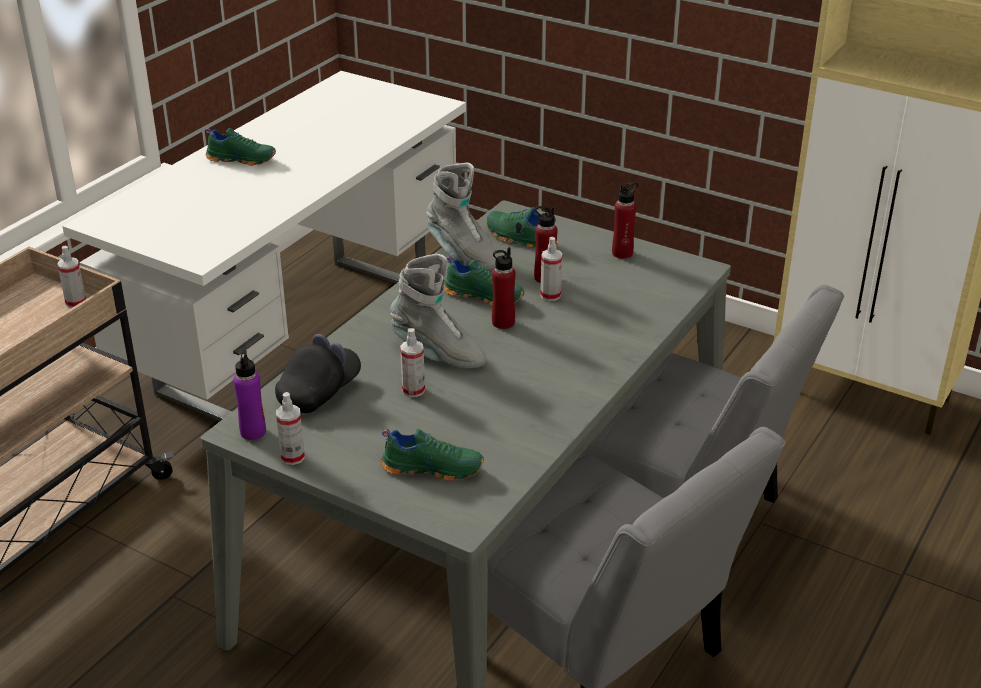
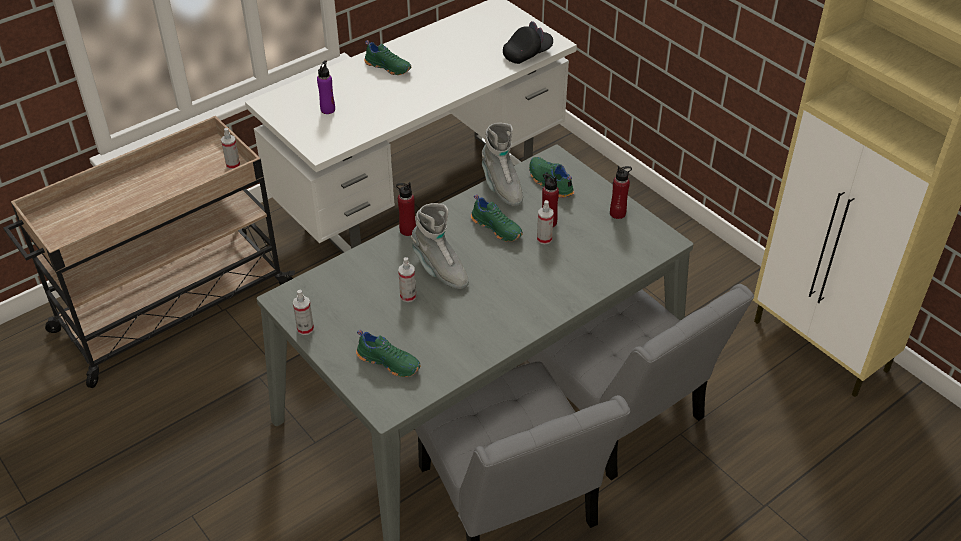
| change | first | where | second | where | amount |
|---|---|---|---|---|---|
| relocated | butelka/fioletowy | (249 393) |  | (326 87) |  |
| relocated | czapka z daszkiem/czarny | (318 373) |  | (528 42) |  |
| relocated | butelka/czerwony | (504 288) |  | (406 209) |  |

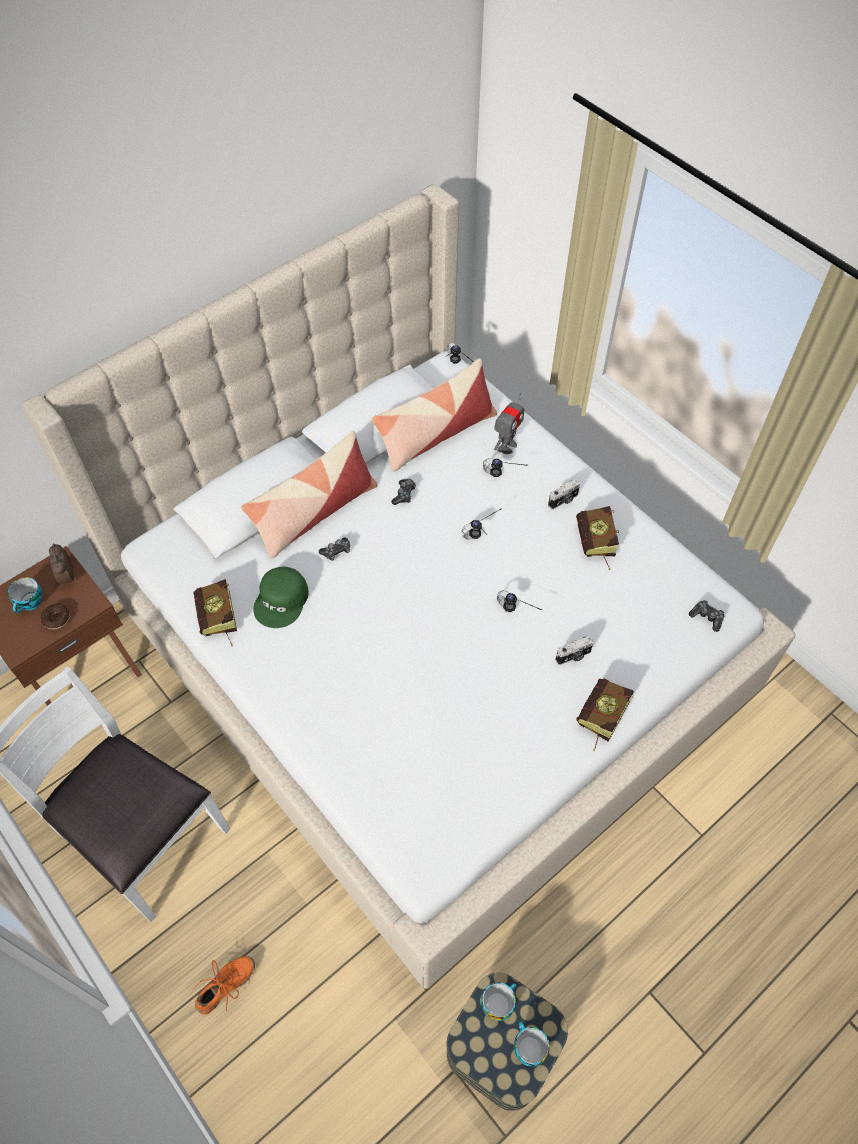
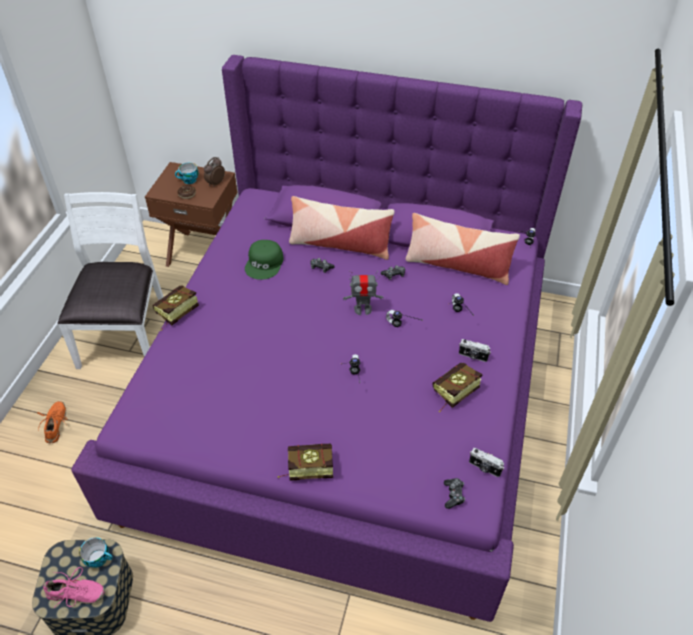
| change | first | where | second | where | amount |
|---|---|---|---|---|---|
| colour | łóżko/beżowy | (409 586) | łóżko/fioletowy | (326 338) |  |
| spun | but/pomarańczowy | (223 985) |  | (52 422) | 105 degrees counterclockwise |
| relocated | książka | (215 612) |  | (176 308) |  |
| spun | czapka z daszkiem/zielony | (281 597) |  | (264 260) | 60 degrees counterclockwise |
| relocated | robot zabawkowy | (509 423) |  | (363 292) |  |
| exchanged | filiżanka | (532 1044) | but/różowy | (74 587) |  |
| relocated | aparat fotograficzny | (574 650) |  | (486 462) |  |

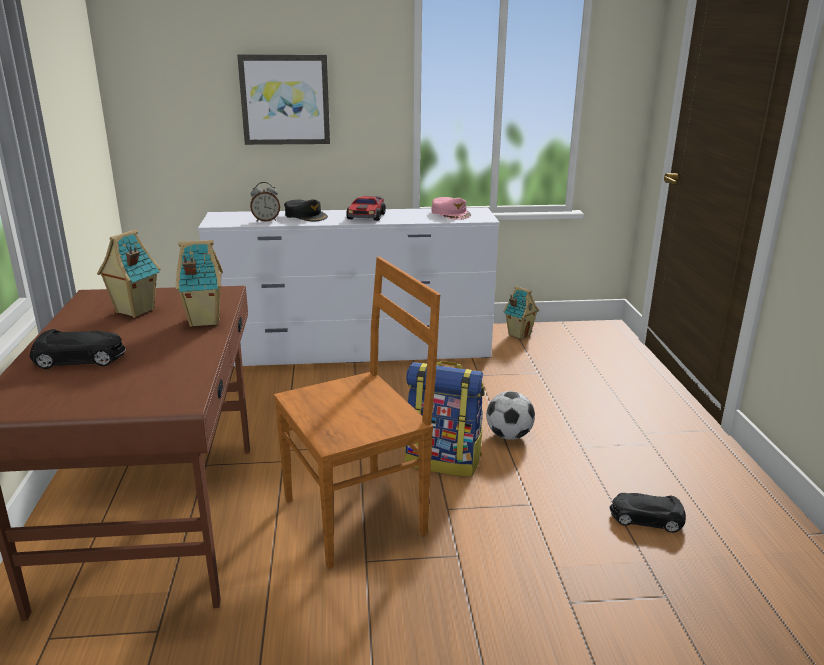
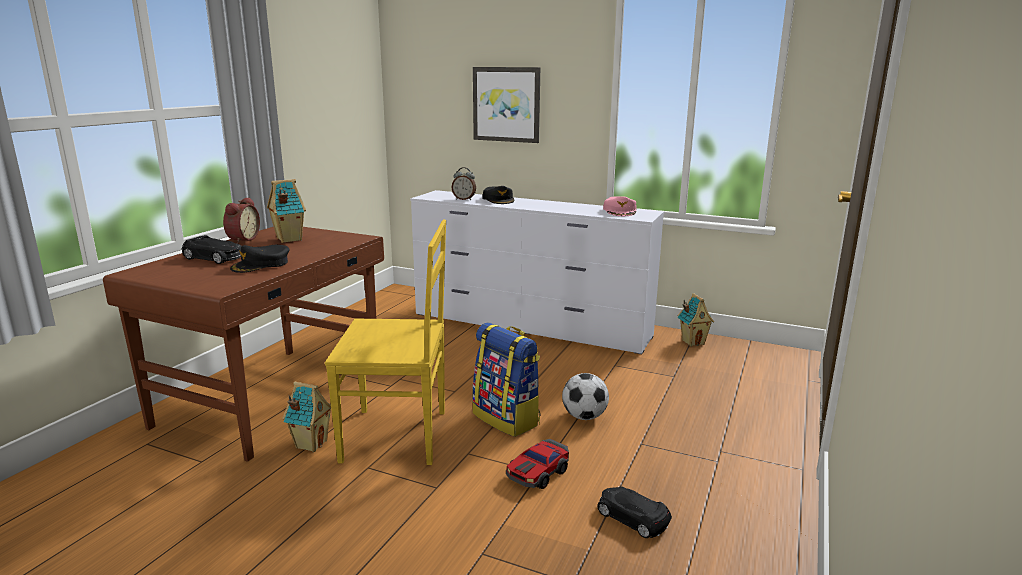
| change | first | where | second | where | amount |
|---|---|---|---|---|---|
| relocated | domek | (199 283) |  | (306 417) |  |
| colour | krzesło/brązowy | (356 413) | krzesło/żółty | (385 342) |  |
| relocated | samochodzik | (366 208) |  | (537 464) |  |
| appeared |  |  | budzik | (241 220) |  |
| appeared |  |  | czapka z daszkiem/czarny | (259 259) |  |

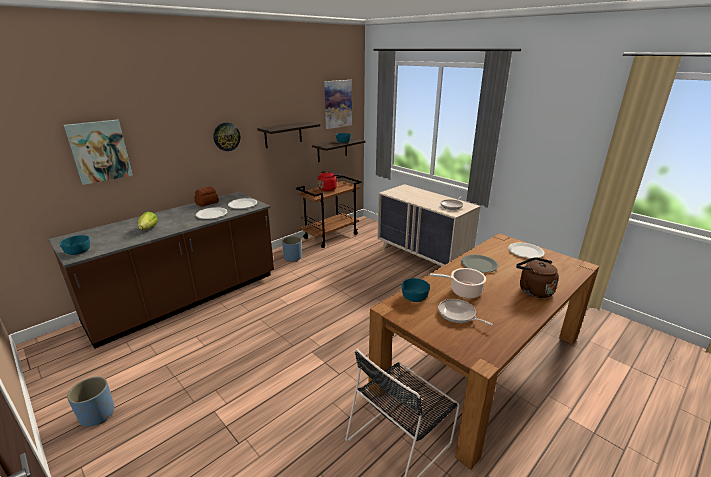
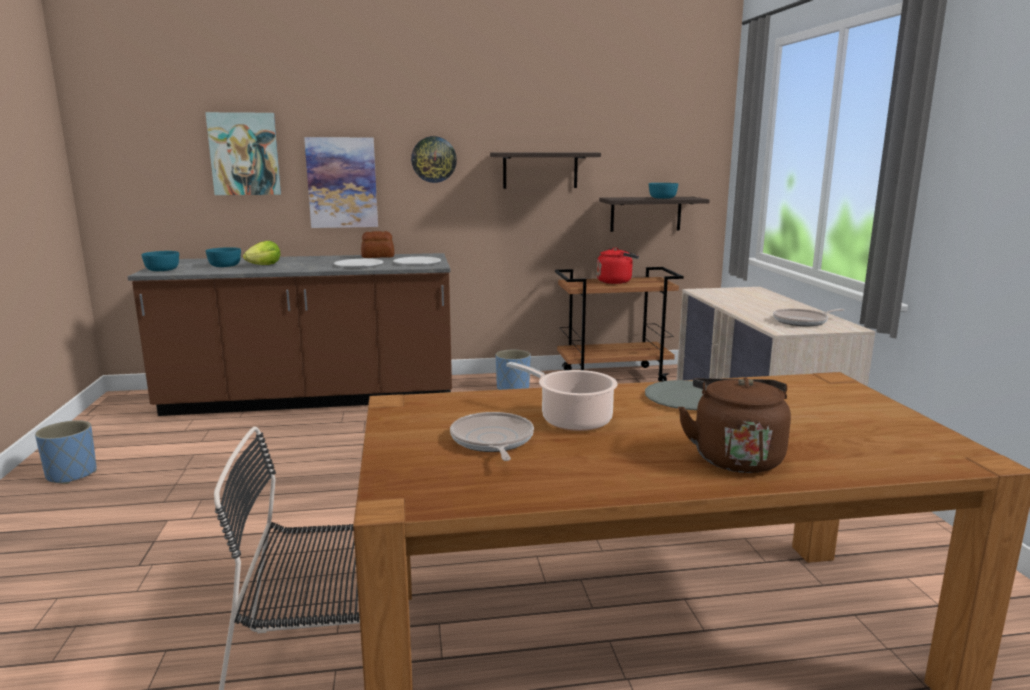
| change | first | where | second | where | amount |
|---|---|---|---|---|---|
| relocated | obraz | (338 104) |  | (341 182) |  |
| relocated | miska/turkusowy | (416 290) |  | (223 257) |  |
| missing | talerz/biały | (526 250) |  |  |  |

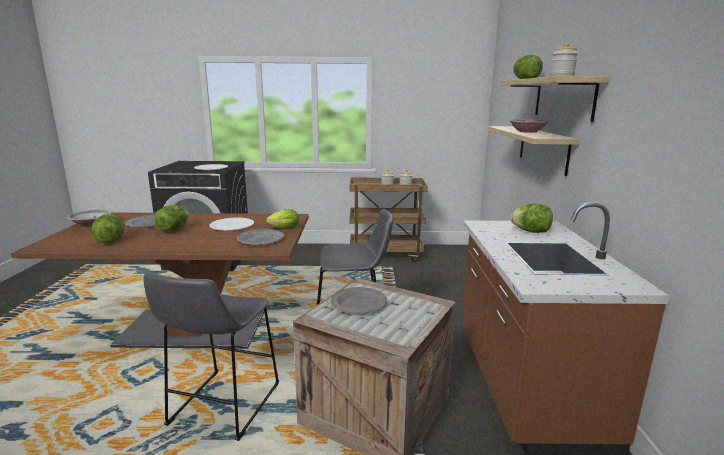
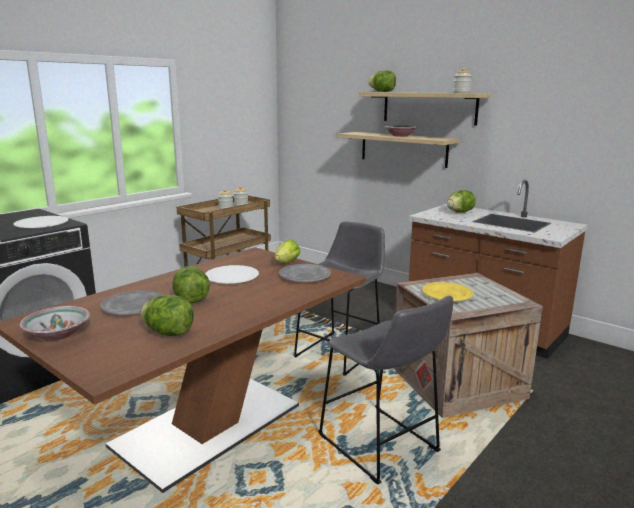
| change | first | where | second | where | amount |
|---|---|---|---|---|---|
| colour | talerz/szary | (359 300) | talerz/żółty | (447 291) |  |

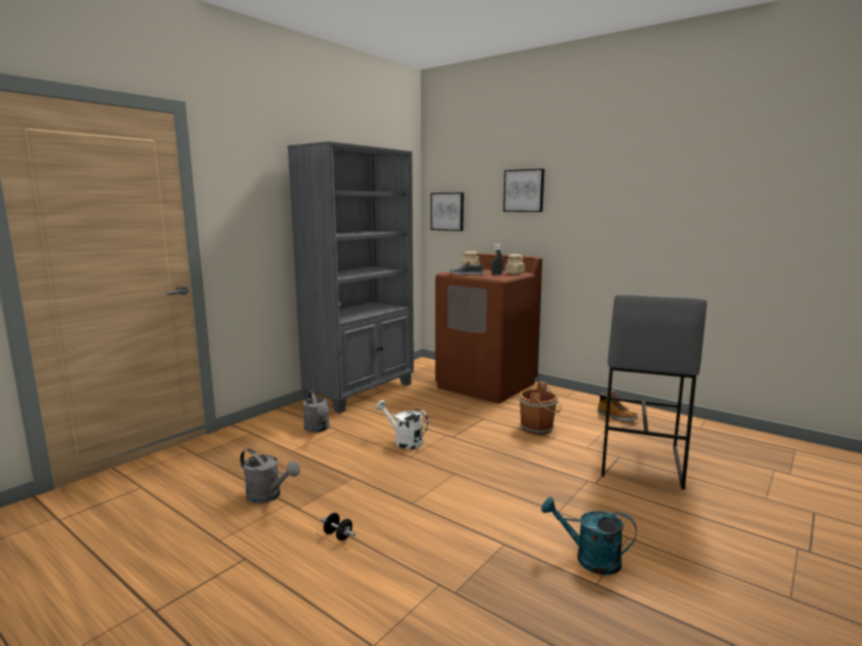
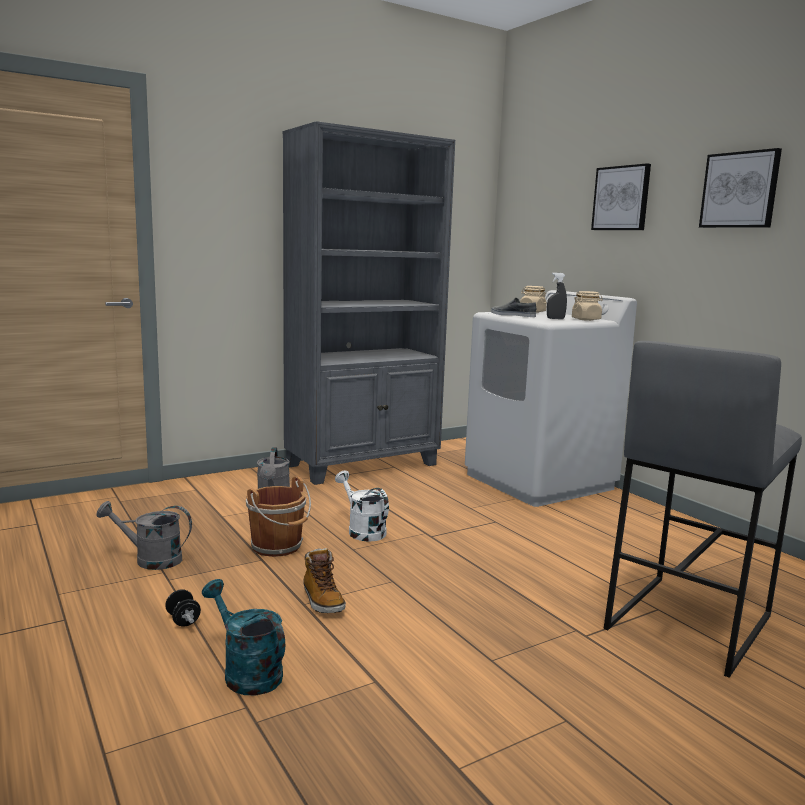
| change | first | where | second | where | amount |
|---|---|---|---|---|---|
| spun | konewka/szary | (270 476) |  | (144 535) | 135 degrees clockwise |
| relocated | obraz | (447 212) |  | (740 188) |  |
| colour | pralka/brązowy | (488 328) | pralka/biały | (551 398) |  |
| relocated | wiadro/brązowy | (540 408) |  | (278 516) |  |
| relocated | konewka/turkusowy | (589 536) |  | (243 637) |  |
| relocated | but z cholewką | (617 406) |  | (324 580) |  |

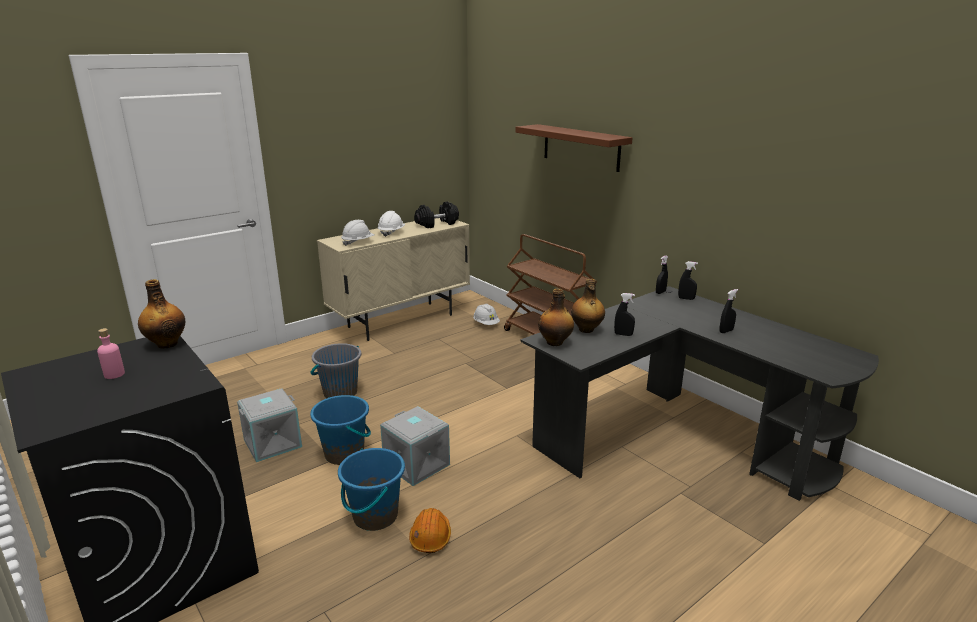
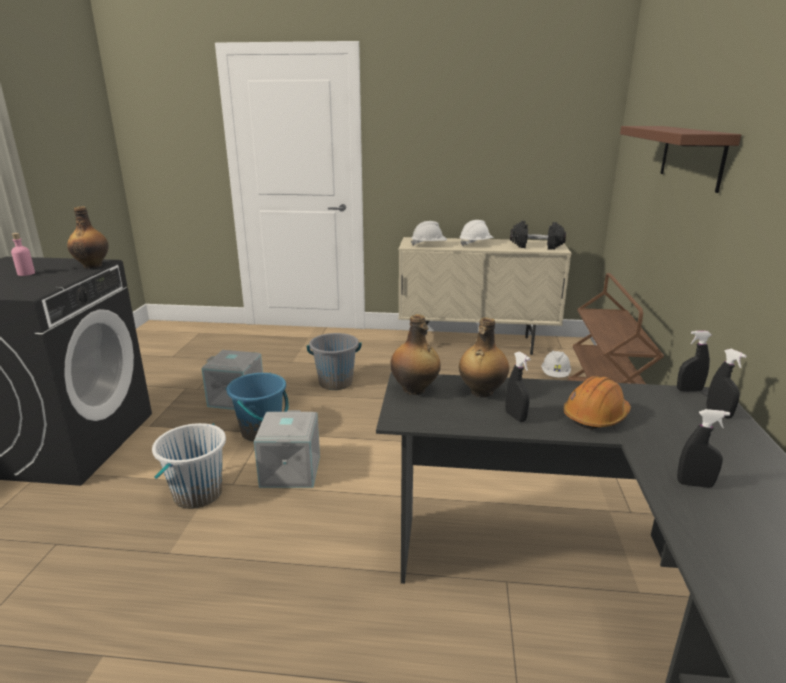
| change | first | where | second | where | amount |
|---|---|---|---|---|---|
| colour | wiadro/niebieski | (371 489) | wiadro/biały | (189 466) |  |
| relocated | kask/pomarańczowy | (430 530) |  | (597 403) |  |

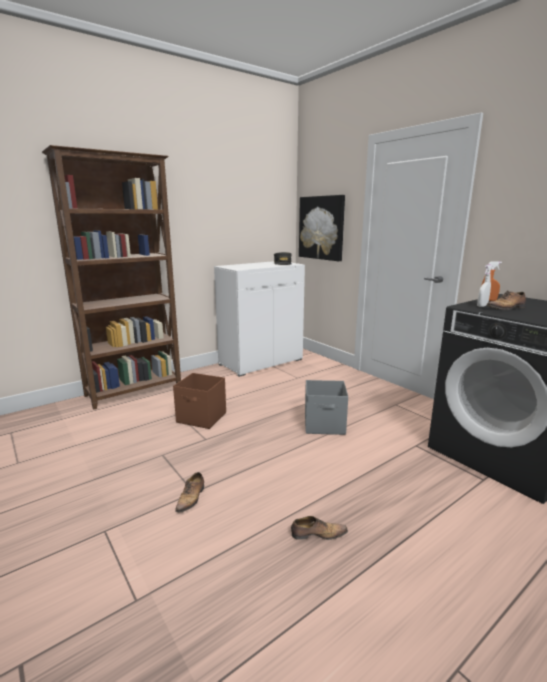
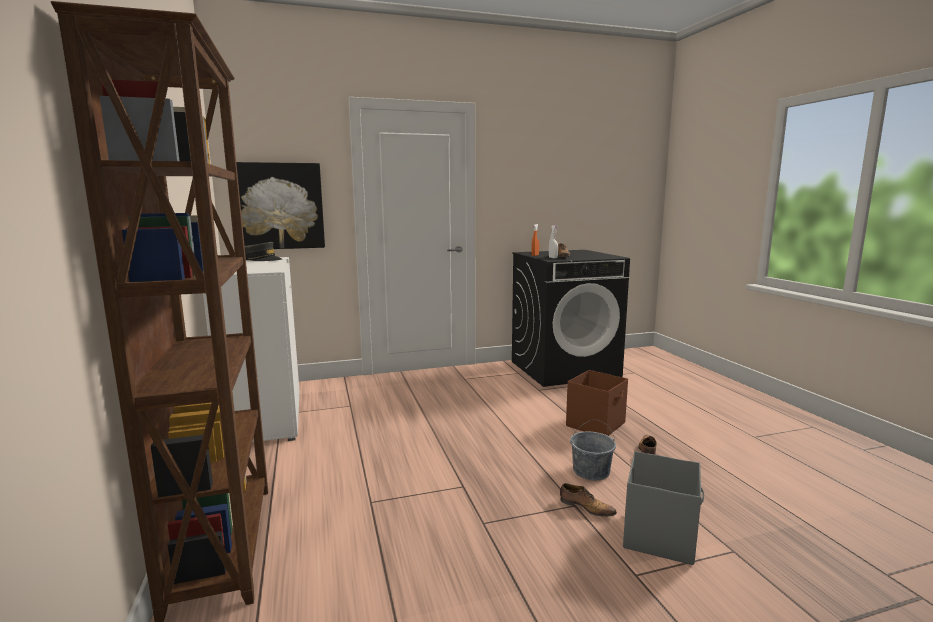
| change | first | where | second | where | amount |
|---|---|---|---|---|---|
| relocated | pojemnik do przechowywania/brązowy | (199 401) |  | (597 403) |  |
| relocated | pojemnik do przechowywania/szary | (326 407) |  | (663 508) |  |
| appeared |  |  | wiadro/szary | (593 449) |  |

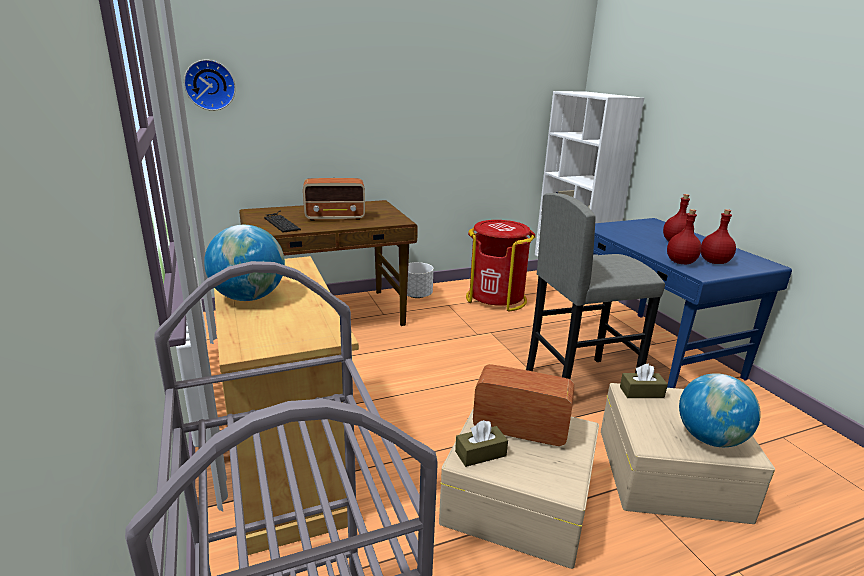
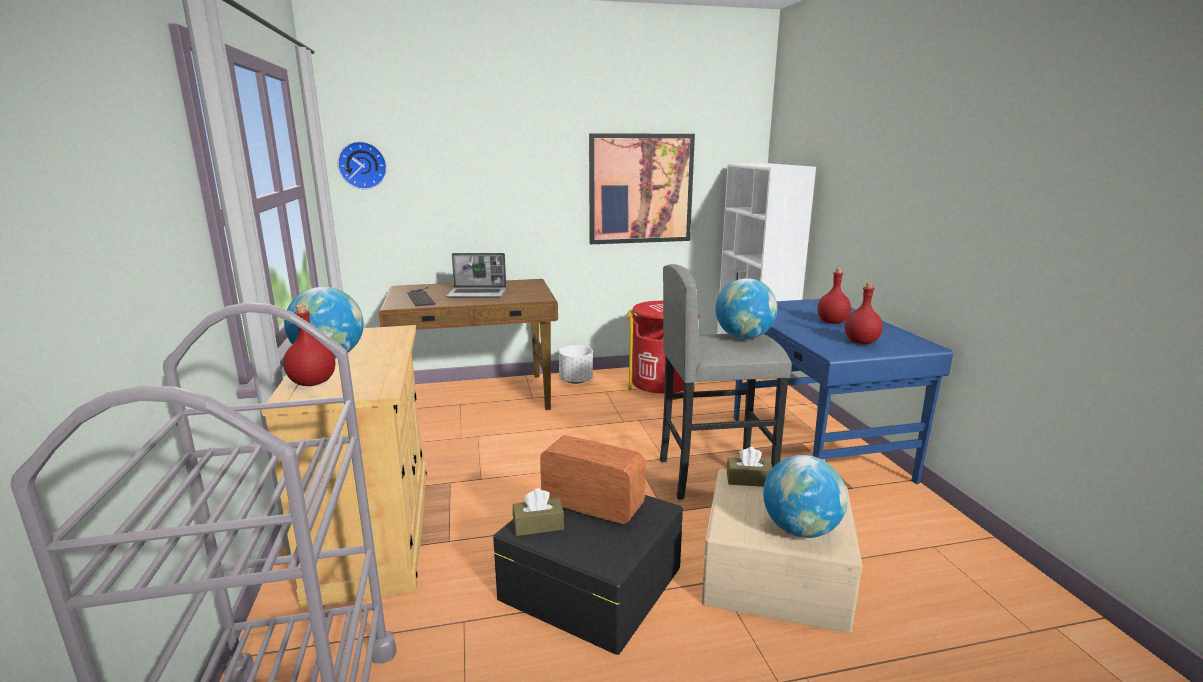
| change | first | where | second | where | amount |
|---|---|---|---|---|---|
| exchanged | radio | (334 199) | laptop | (476 275) |  |
| colour | pojemnik do przechowywania/beżowy | (519 488) | pojemnik do przechowywania/czarny | (588 575) |  |
| relocated | butelka/czerwony | (684 236) |  | (309 345) |  |
| appeared |  |  | obraz | (642 189) |  |
| appeared |  |  | globus | (746 308) |  |

